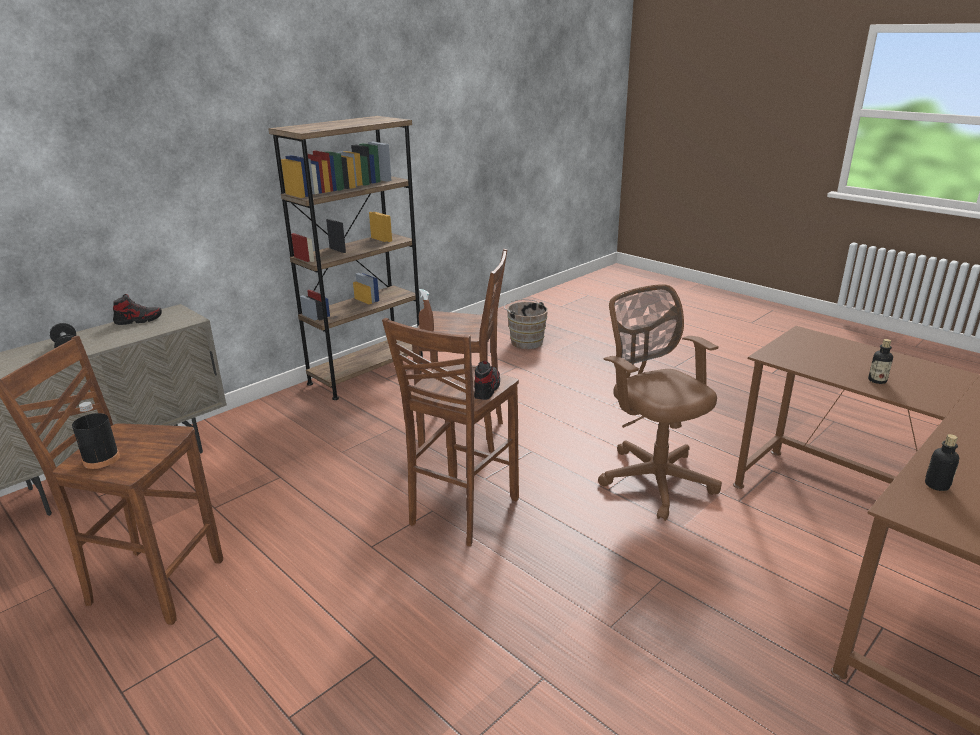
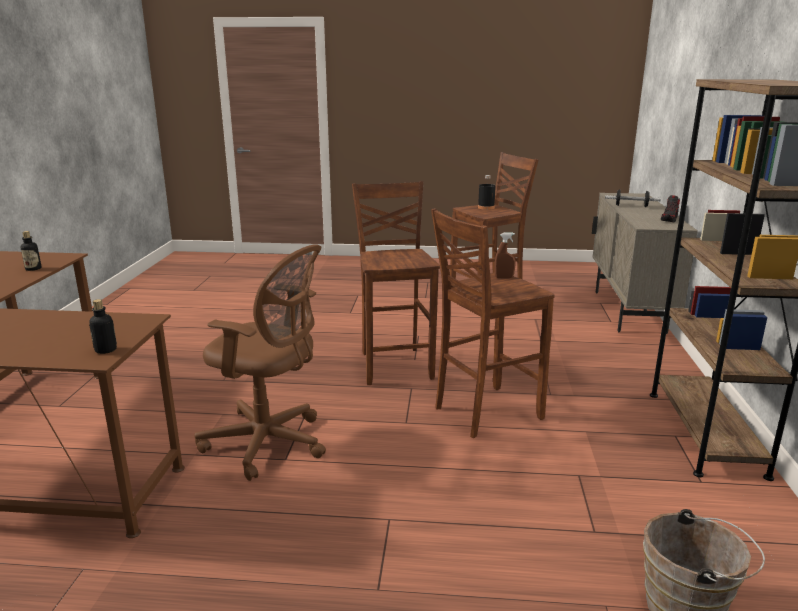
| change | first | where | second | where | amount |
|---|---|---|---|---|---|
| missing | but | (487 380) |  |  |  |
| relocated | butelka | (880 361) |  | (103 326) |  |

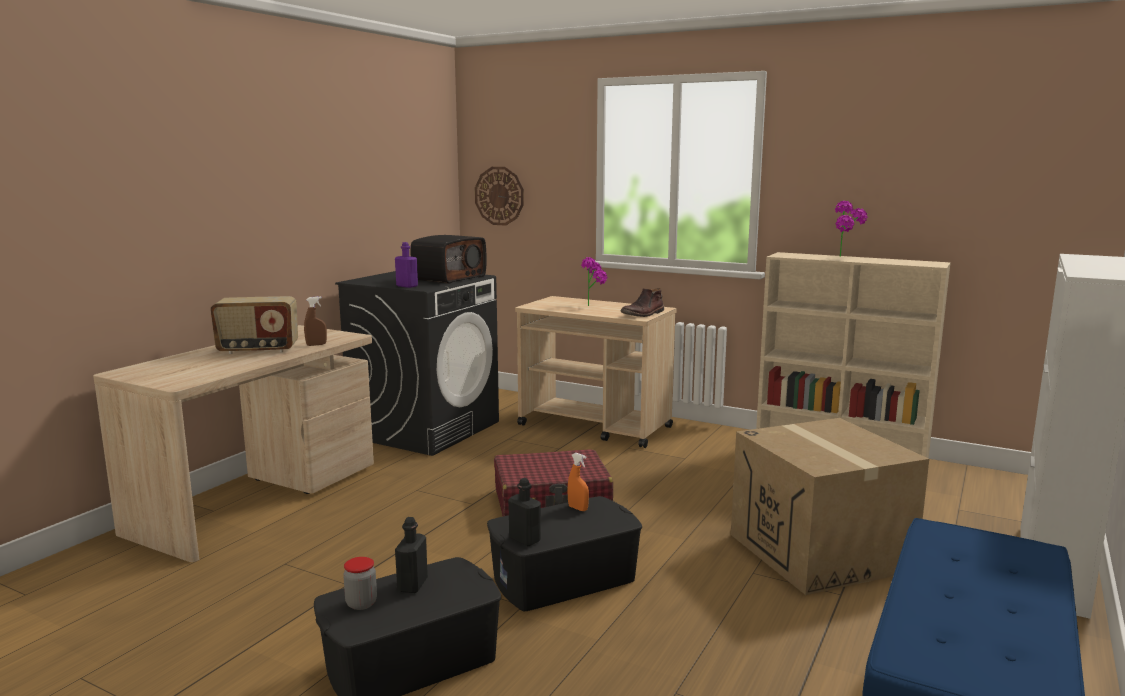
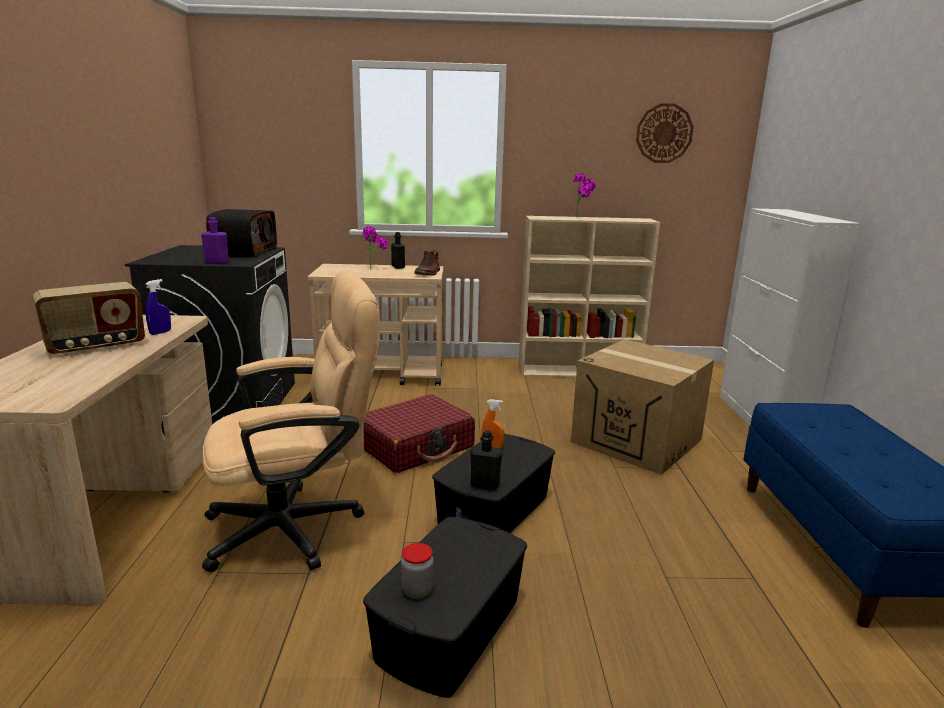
| change | first | where | second | where | amount |
|---|---|---|---|---|---|
| colour | spryskiwacz/brązowy | (315 321) | spryskiwacz/niebieski | (158 307) |  |
| relocated | butelka/czarny | (411 555) |  | (398 250) |  |
| relocated | zegar ścienny | (499 196) |  | (665 133) |  |
| appeared |  |  | krzesło biurowe/beżowy | (290 421) |  |

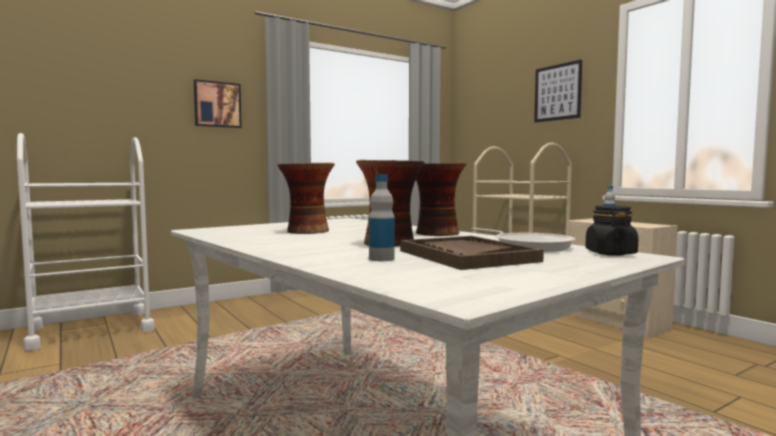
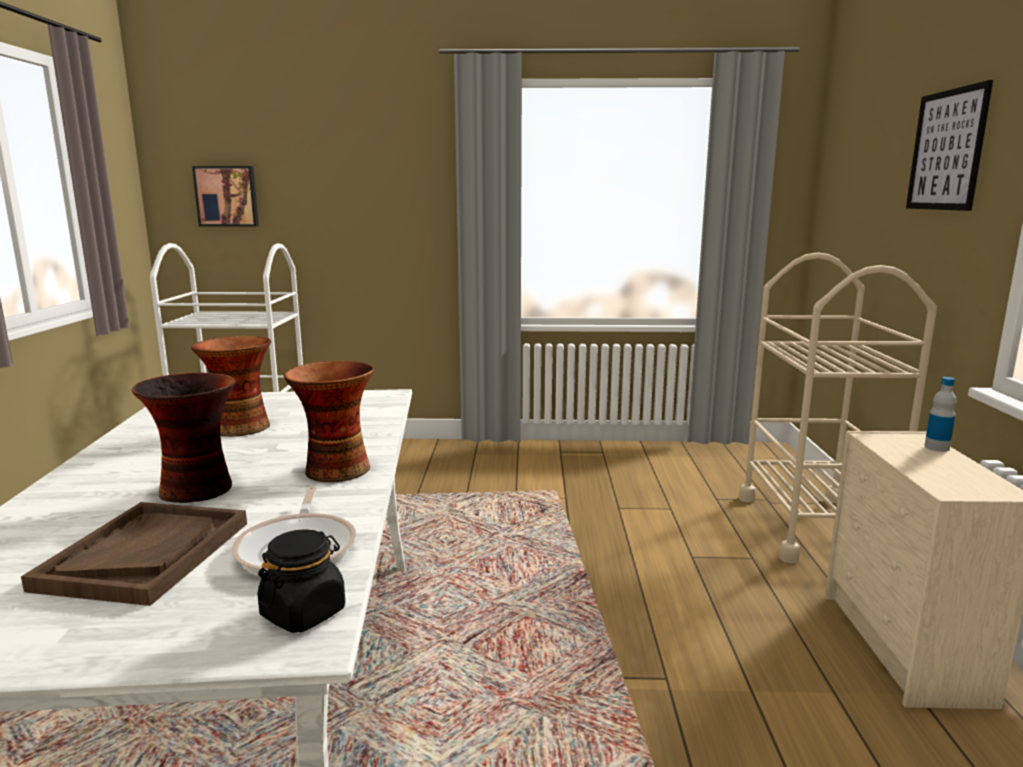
| change | first | where | second | where | amount |
|---|---|---|---|---|---|
| relocated | obraz | (218 103) |  | (225 196) |  |
| missing | butelka | (382 217) |  |  |  |

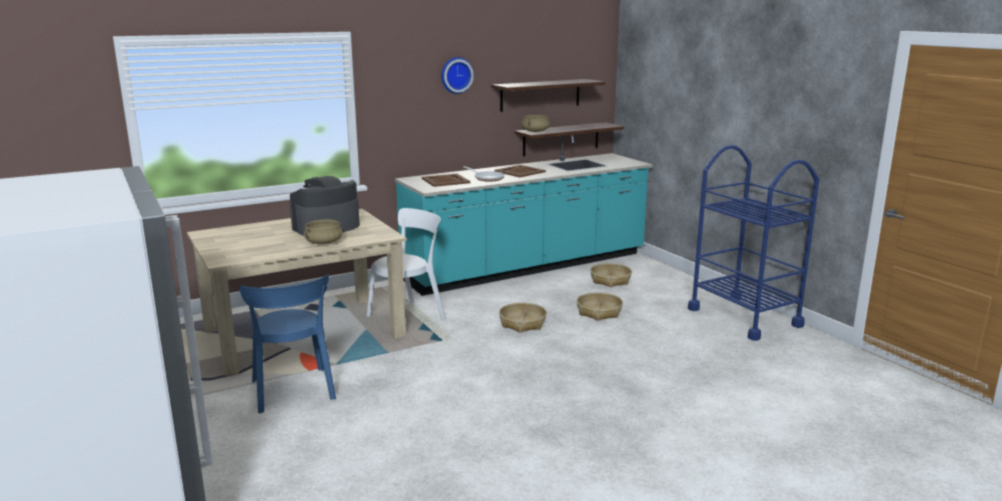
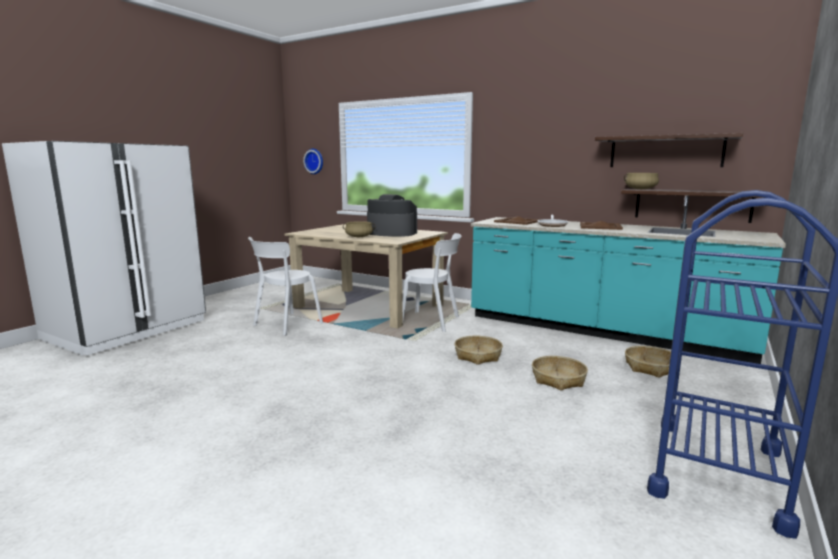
| change | first | where | second | where | amount |
|---|---|---|---|---|---|
| colour | krzesło/niebieski | (287 343) | krzesło/biały | (285 286) |  |
| relocated | zegar ścienny | (457 75) |  | (313 161) |  |

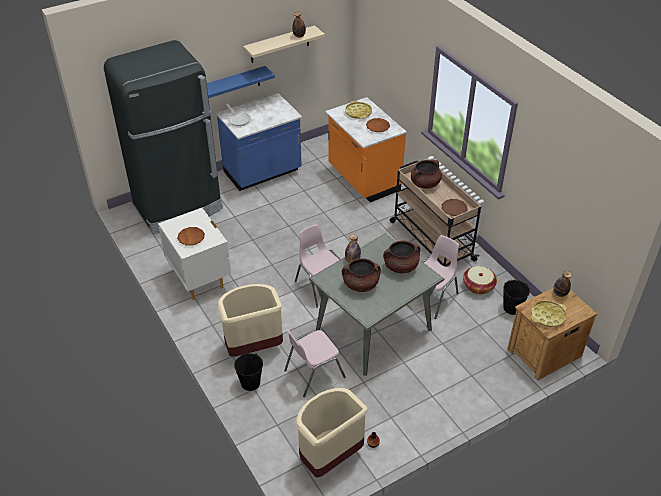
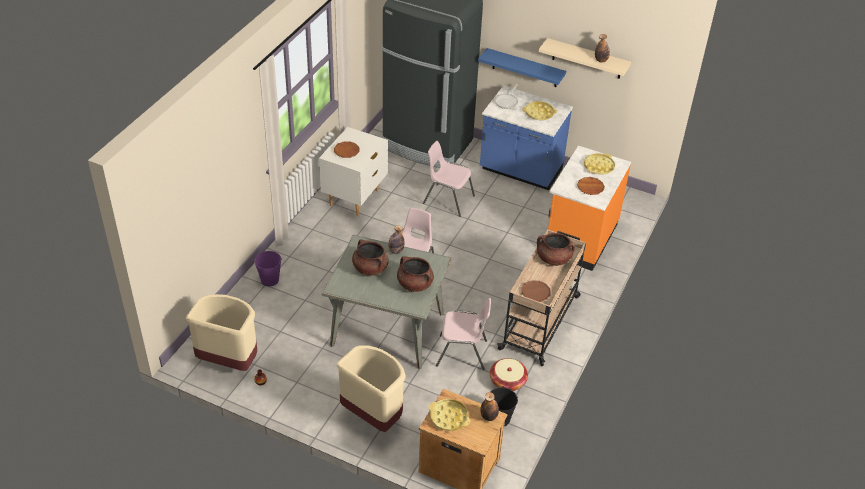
| change | first | where | second | where | amount |
|---|---|---|---|---|---|
| relocated | kosz na śmieci/beżowy | (250 320) |  | (371 388) |  |
| colour | wiadro/czarny | (248 372) | wiadro/fioletowy | (268 268) |  |
| relocated | krzesło/różowy | (315 363) |  | (449 179) |  |
| appeared |  |  | taca/żółty | (539 110) |  |

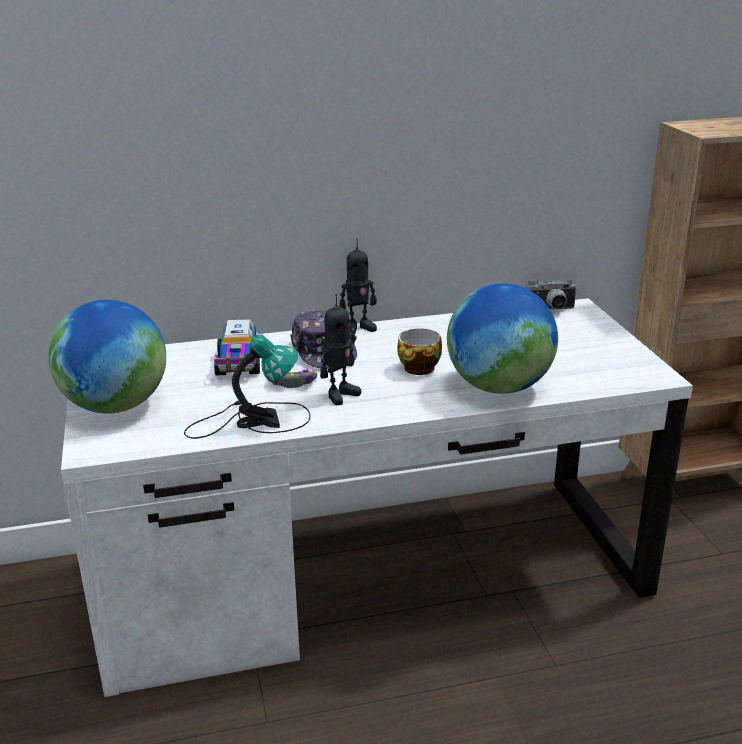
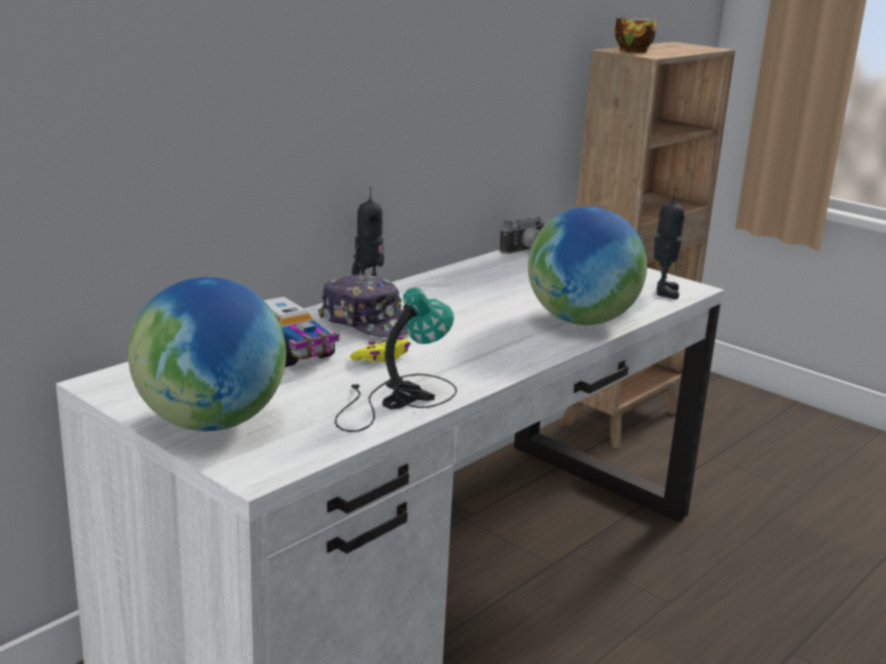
| change | first | where | second | where | amount |
|---|---|---|---|---|---|
| colour | pad do gier/szary | (294 379) | pad do gier/żółty | (380 349) |  |
| relocated | robot zabawkowy | (340 349) |  | (669 243) |  |
| relocated | filiżanka | (419 352) |  | (635 35) |  |

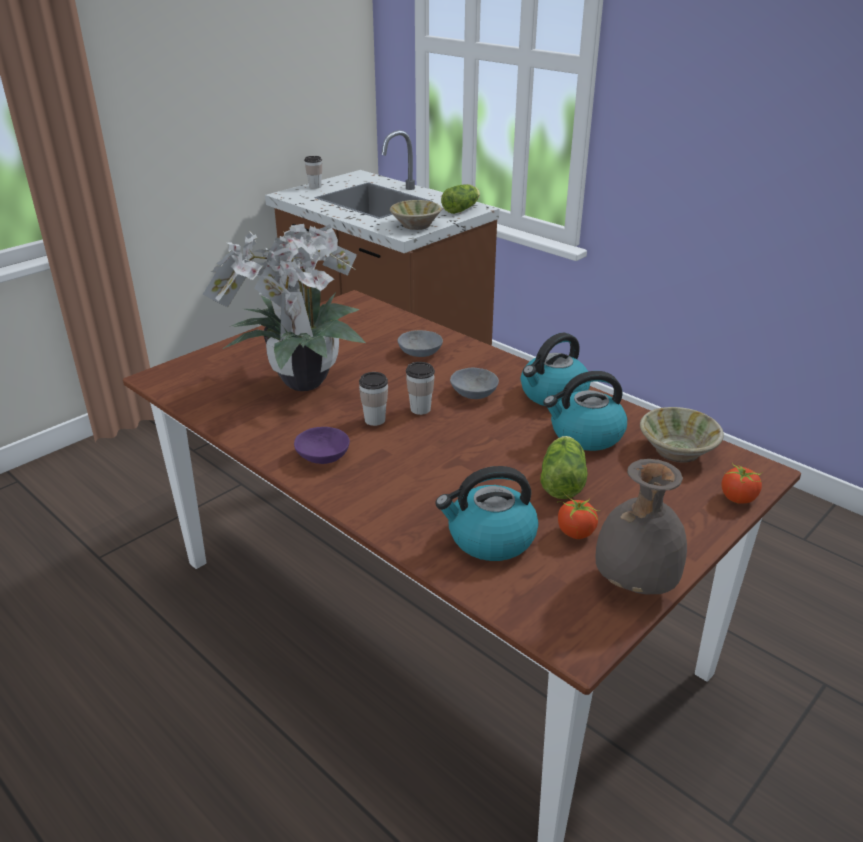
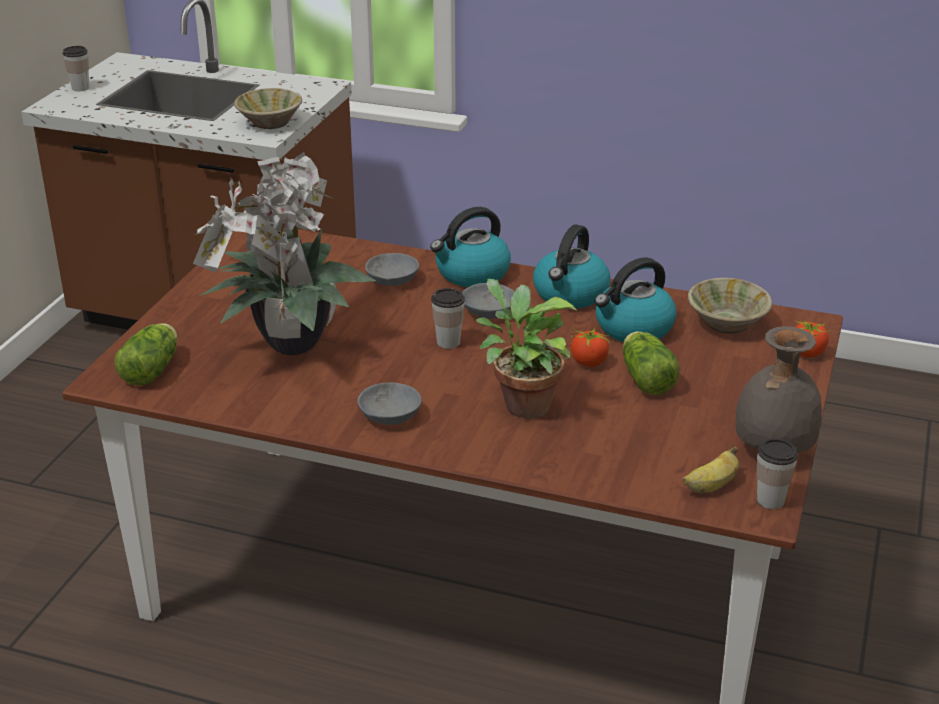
| change | first | where | second | where | amount |
|---|---|---|---|---|---|
| colour | miska/fioletowy | (322 445) | miska/szary | (389 404) |  |
| relocated | filiżanka | (373 399) |  | (777 473) |  |
| relocated | czajnik | (487 513) |  | (470 247) |  |
| relocated | sałata | (460 199) |  | (145 354) |  |
| relocated | pomidor | (577 515) |  | (590 347) |  |
| appeared |  |  | roślina doniczkowa | (526 348) |  |
| appeared |  |  | banan | (710 470) |  |

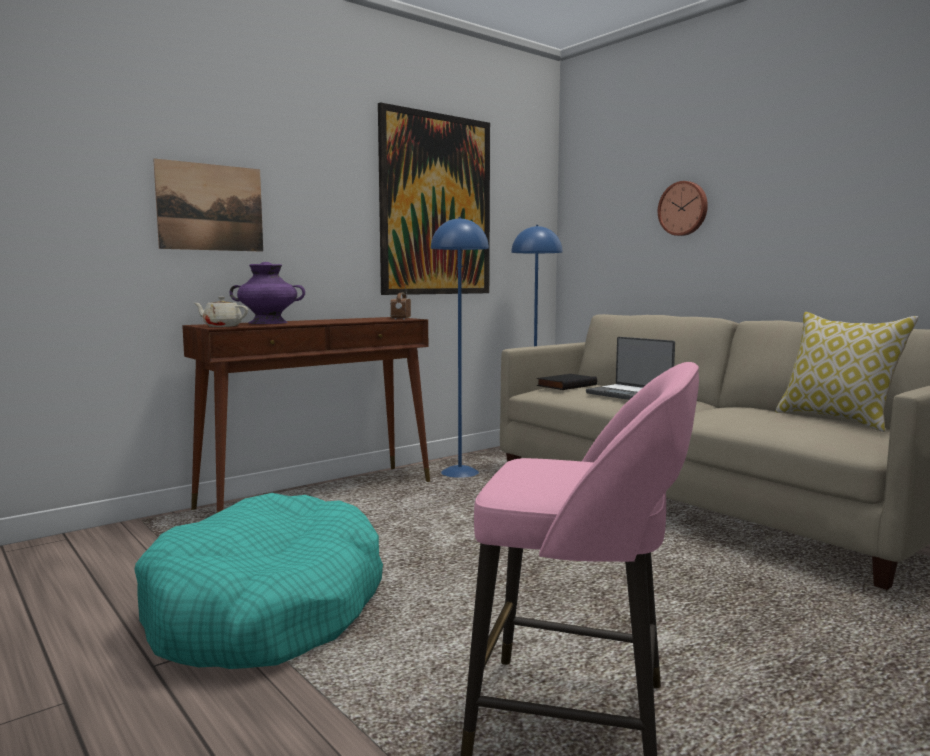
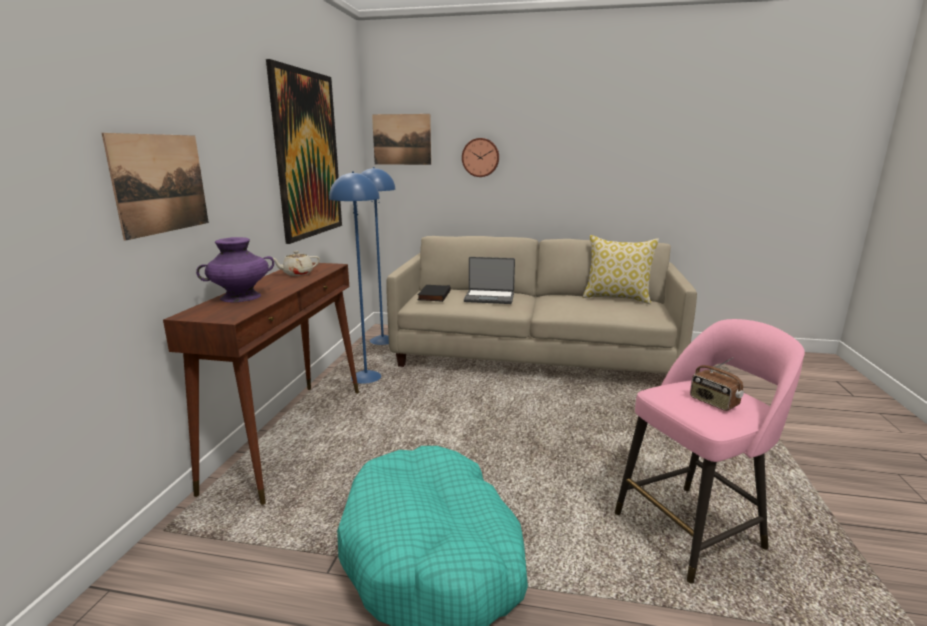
| change | first | where | second | where | amount |
|---|---|---|---|---|---|
| relocated | imbryk/beżowy | (221 312) |  | (296 263) |  |
| relocated | radio | (400 300) |  | (717 384) |  |
| appeared |  |  | obraz | (401 139) |  |

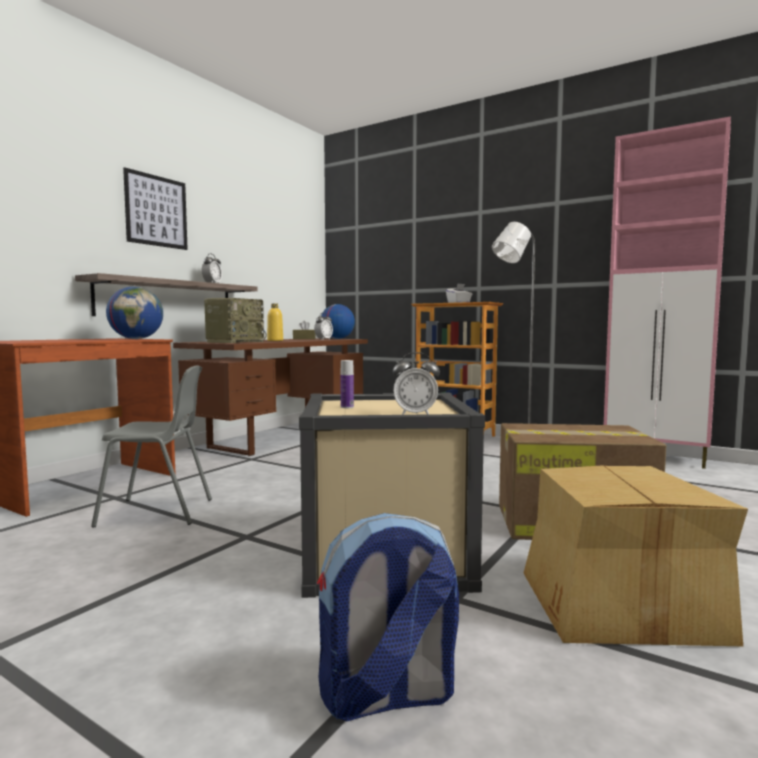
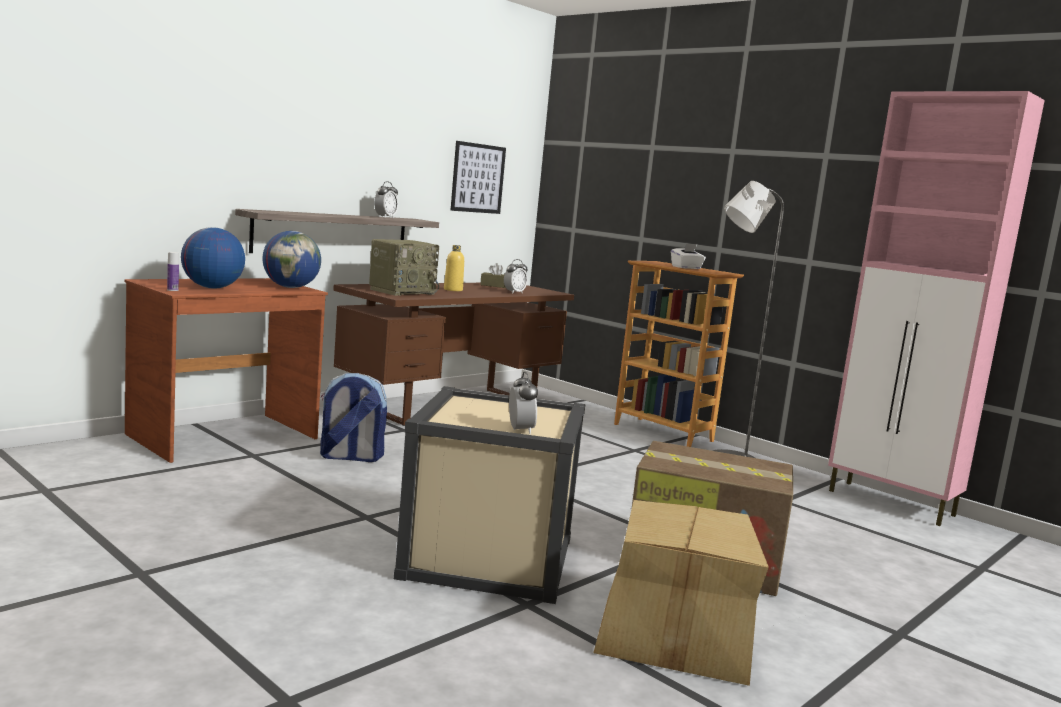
| change | first | where | second | where | amount |
|---|---|---|---|---|---|
| missing | krzesło/szary | (151 446) |  |  |  |
| relocated | obraz | (155 208) |  | (478 177) |  |
| relocated | plecak | (388 617) |  | (353 417) |  |
| relocated | globus | (338 321) |  | (213 258) |  |
| relocated | butelka | (347 384) |  | (173 271) |  |
| spun | budzik | (416 383) |  | (523 403) | 120 degrees counterclockwise |

